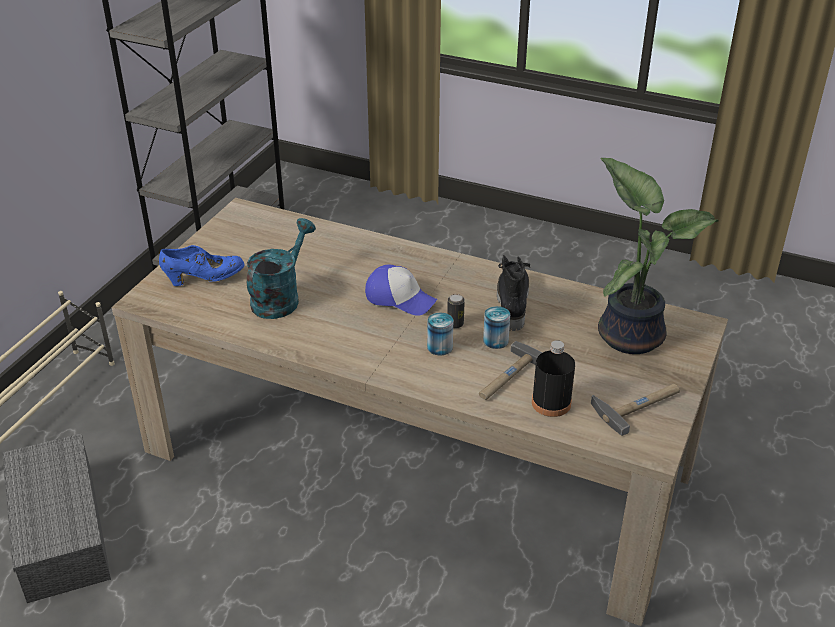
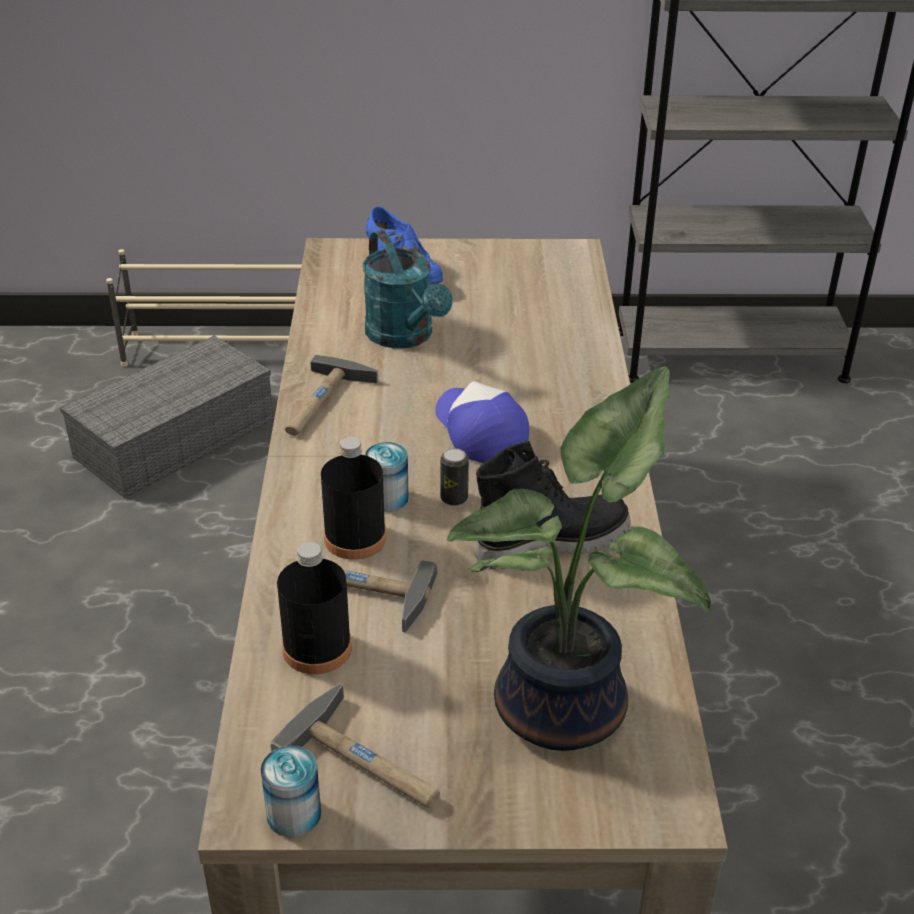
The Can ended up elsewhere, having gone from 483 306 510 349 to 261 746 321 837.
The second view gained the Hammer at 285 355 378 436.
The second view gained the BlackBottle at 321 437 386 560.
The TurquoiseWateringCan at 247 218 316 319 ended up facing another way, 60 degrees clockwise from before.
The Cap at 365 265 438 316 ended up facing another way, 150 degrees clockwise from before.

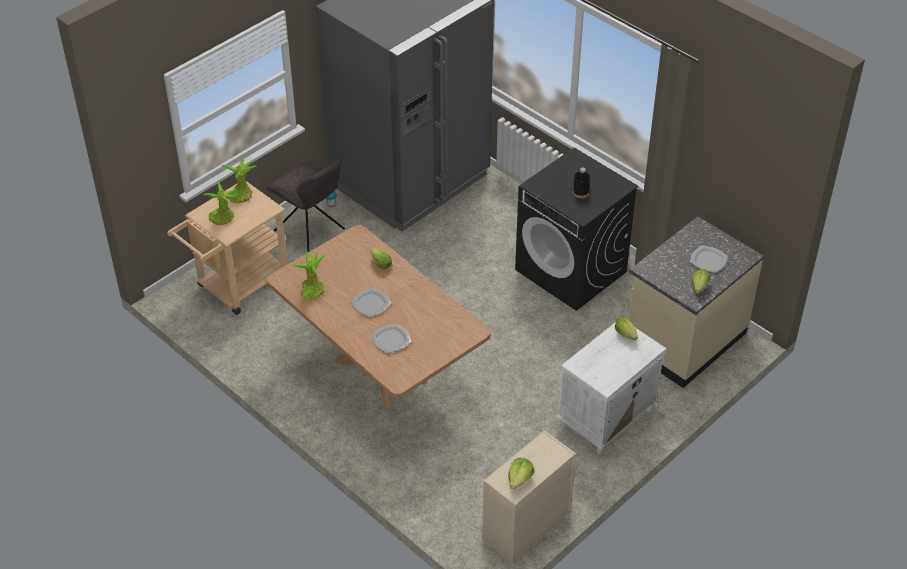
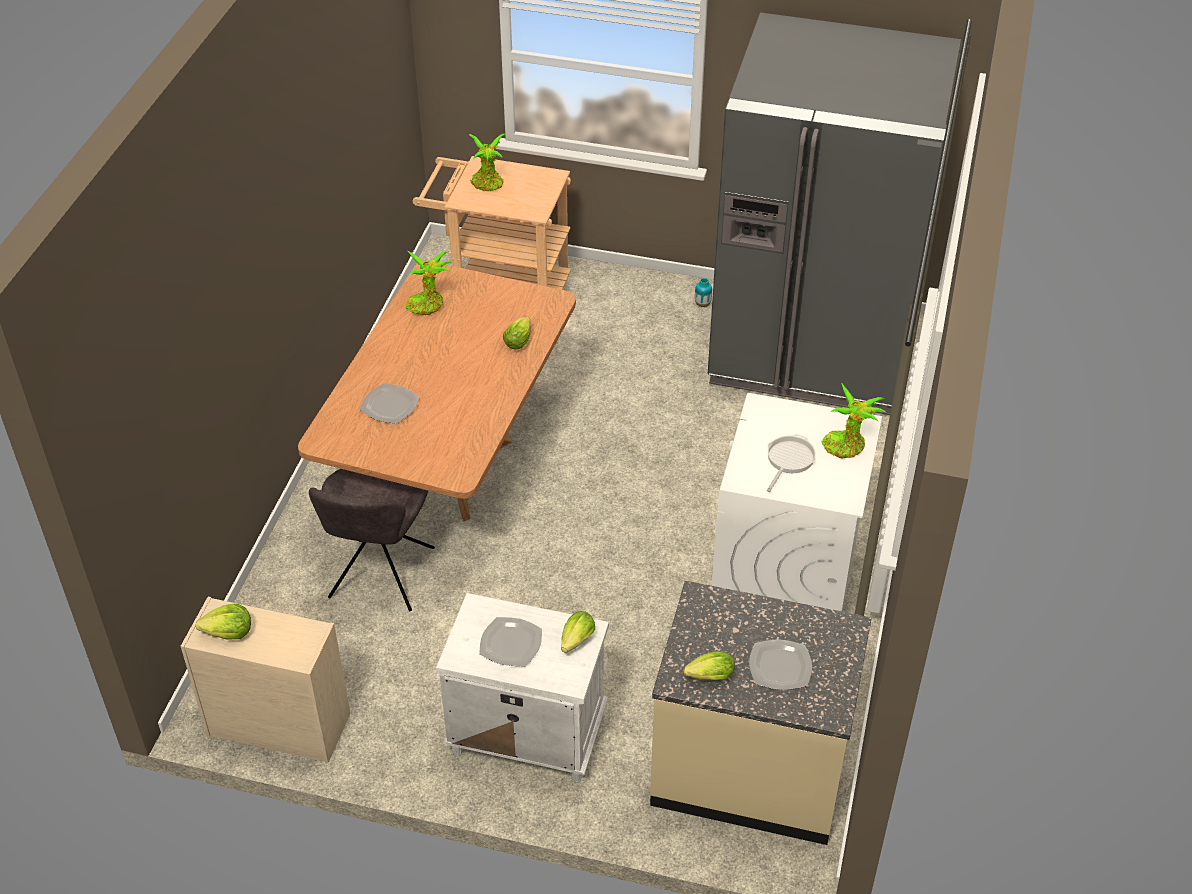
The GreyChair ended up elsewhere, having gone from 267 157 345 252 to 309 469 435 611.
The Plate ended up elsewhere, having gone from 351 288 391 317 to 479 617 542 666.
What was the BlackWashingMachine at 515 147 638 311 turned into the WhiteWashingMachine at 712 393 882 611.
Where the BlackBottle stood at 573 168 590 198, the FryingPan came to stand at 767 434 816 492.
The PottedPlant ended up elsewhere, having gone from 222 157 257 204 to 821 384 886 458.

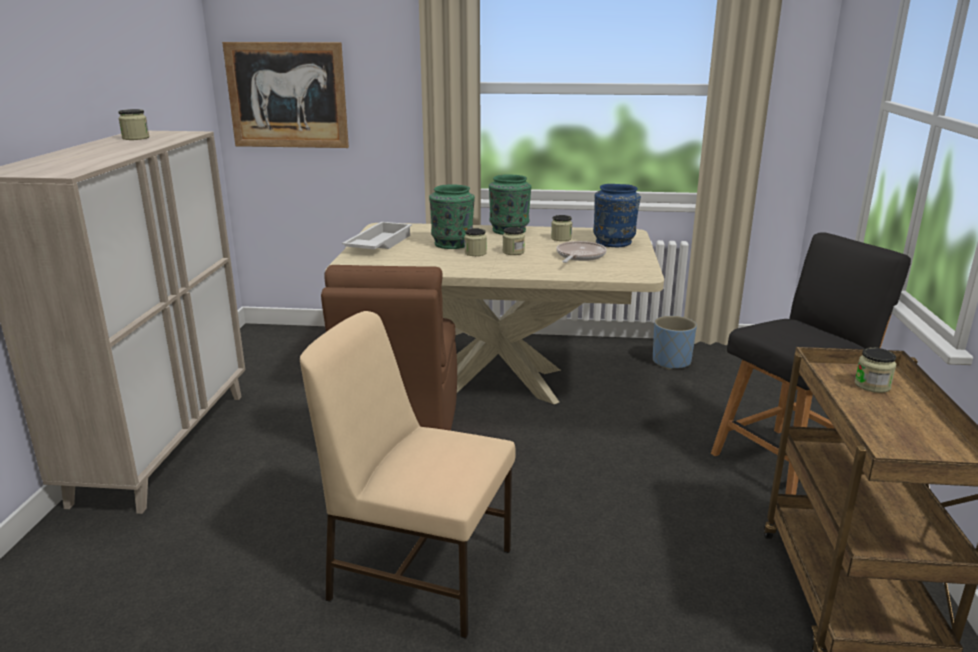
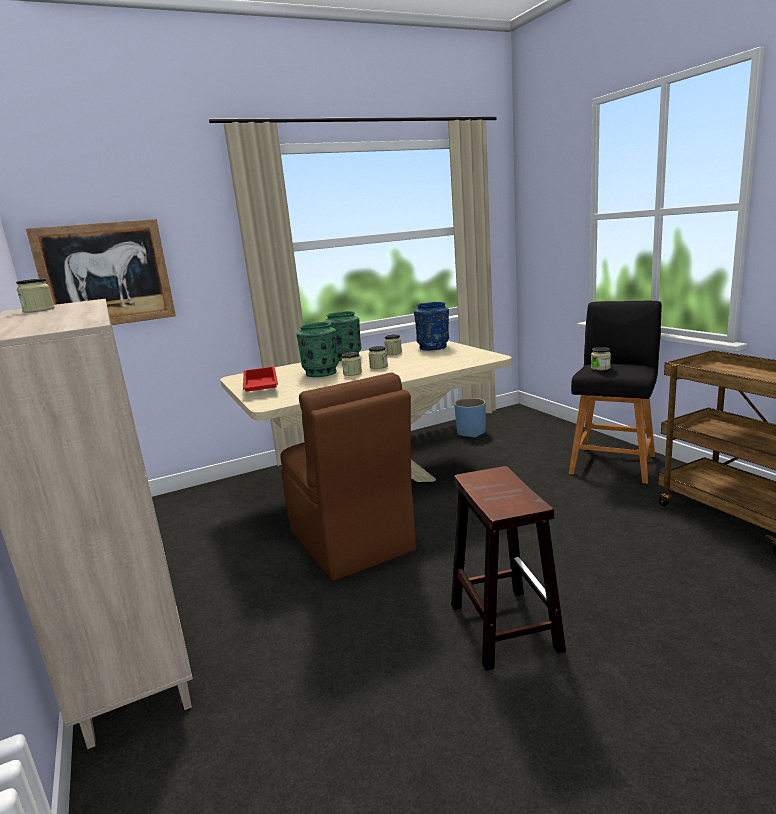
What was the WhiteTray at 342 222 412 249 turned into the RedTray at 243 366 278 391.
Where the BeigeChair stood at 300 311 516 639, the BrownStool came to stand at 451 466 566 671.
The Jar ended up elsewhere, having gone from 855 347 896 393 to 591 347 611 370.
The second view lost the FryingPan at 557 241 606 263.

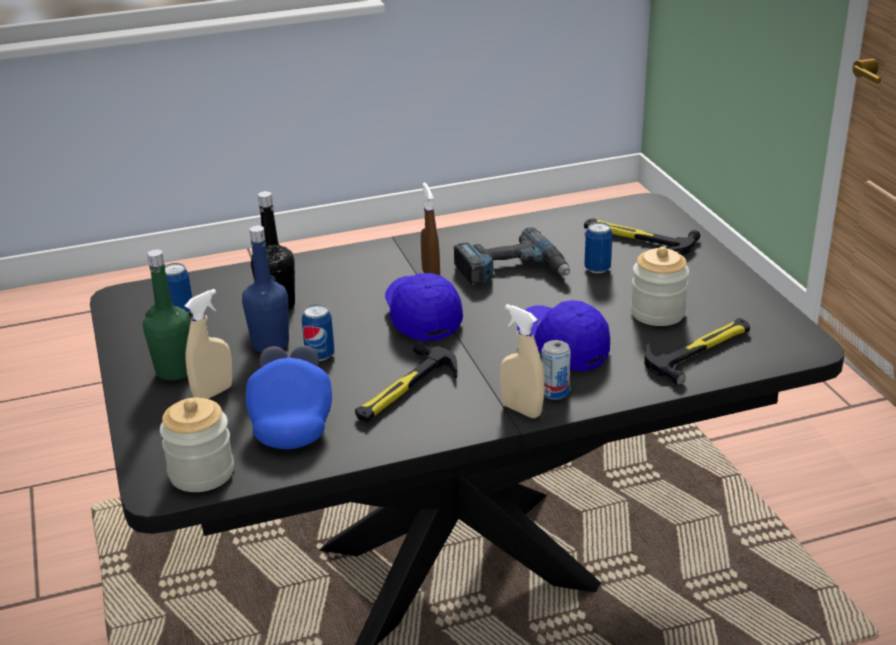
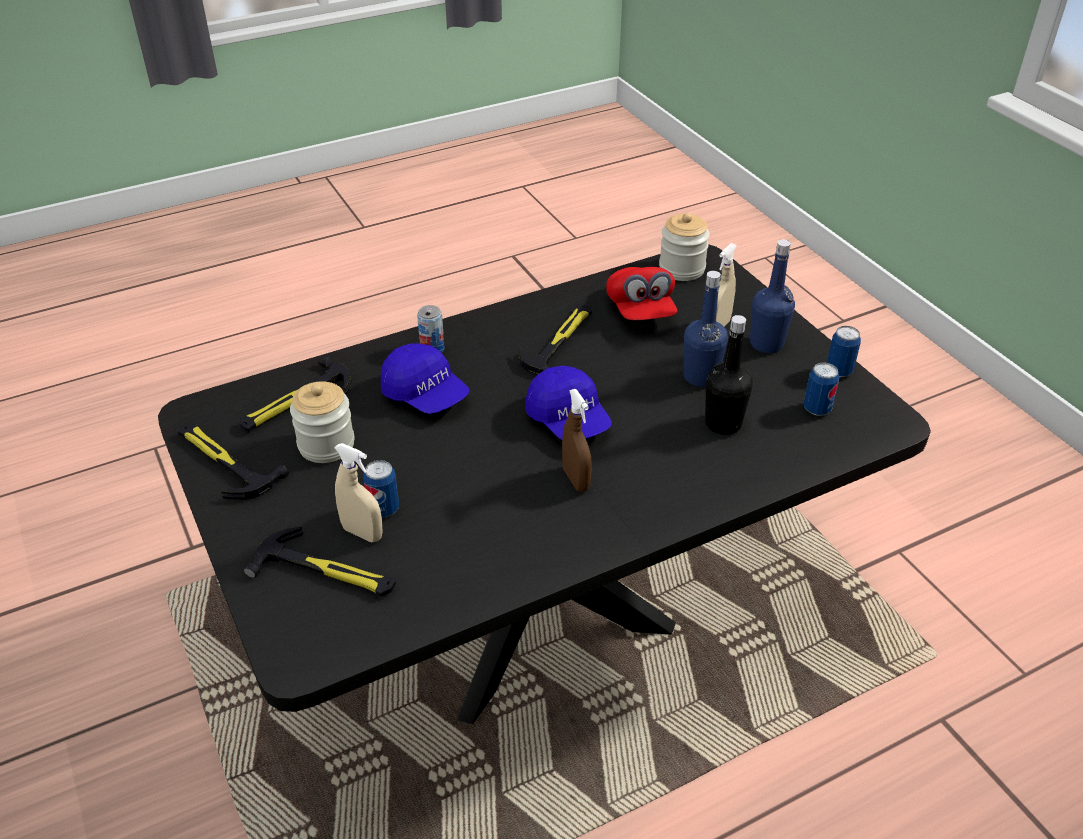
The second view gained the Hammer at 178 423 289 500.
The BeigeSprayBottle ended up elsewhere, having gone from 500 304 545 418 to 334 443 383 542.
What was the BlueCap at 246 345 332 449 turned into the RedCap at 606 267 677 320.
What was the GreenBottle at 143 249 191 381 turned into the BlueBottle at 749 239 795 353.
The Can ended up elsewhere, having gone from 302 304 334 361 to 827 326 861 377.
The second view lost the PowerDrill at 454 227 570 286.

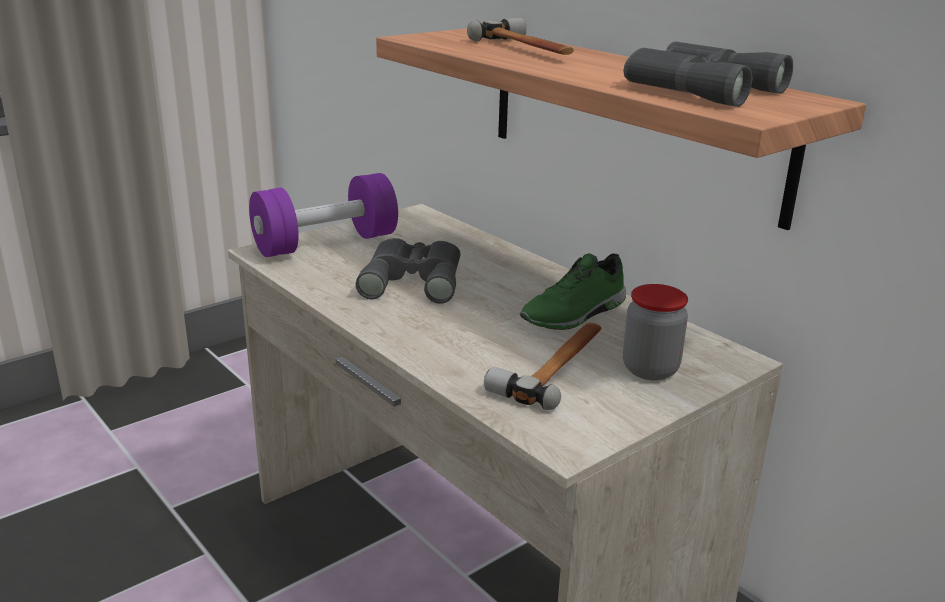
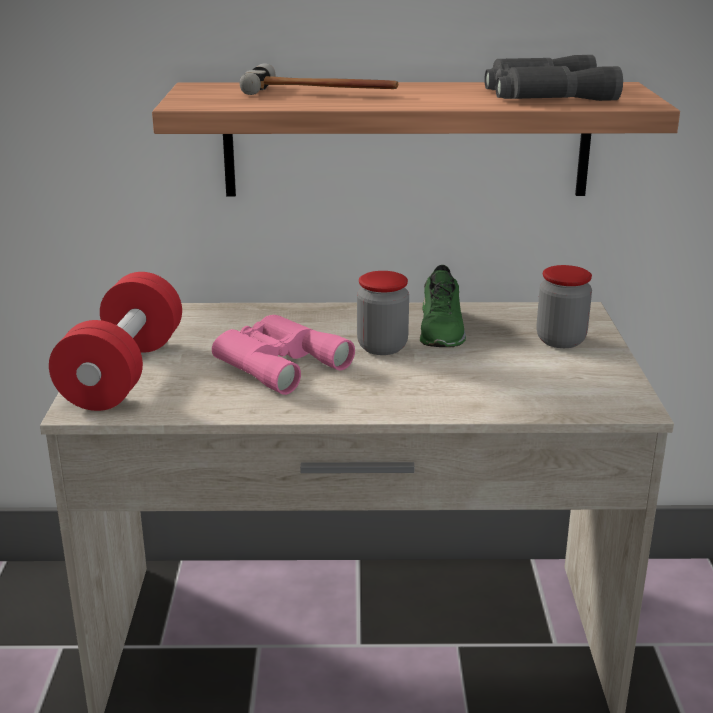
What was the PurpleDumbbell at 249 173 398 257 turned into the RedDumbbell at 49 272 182 411.
What was the GreyBinoculars at 356 238 461 304 turned into the PinkBinoculars at 212 315 355 395.
The second view gained the Jar at 357 271 409 355.
The second view lost the Hammer at 484 323 602 410.

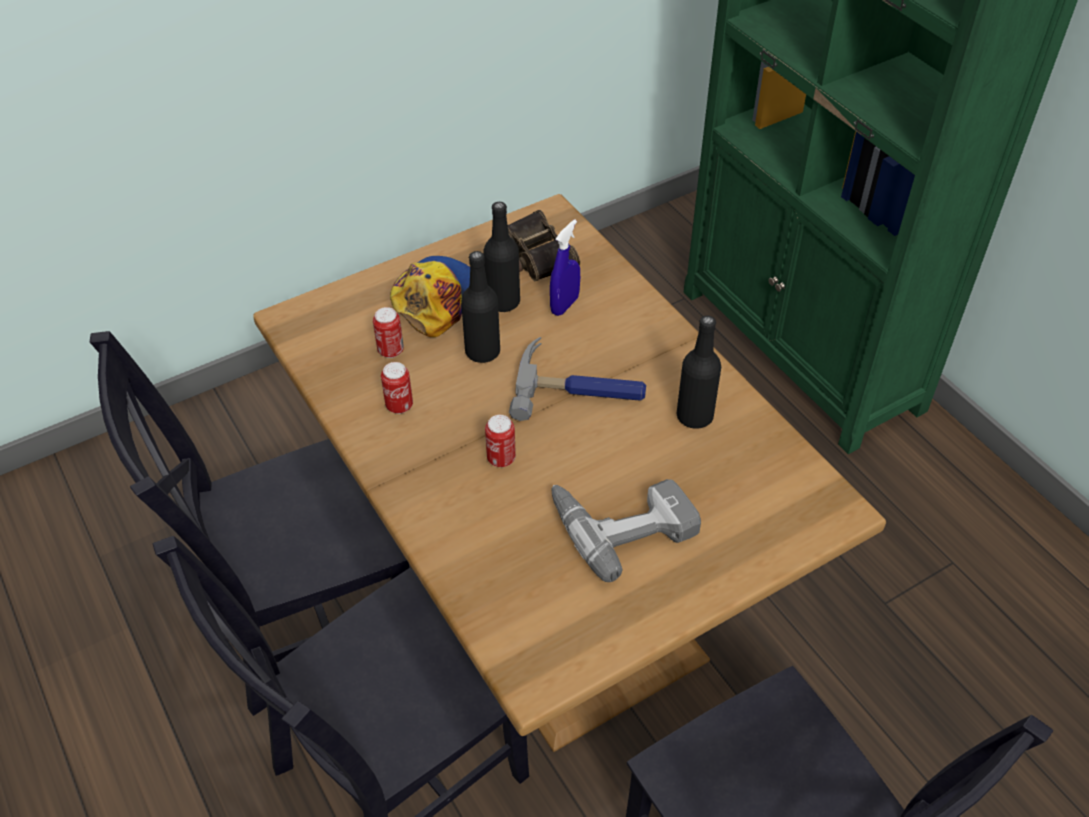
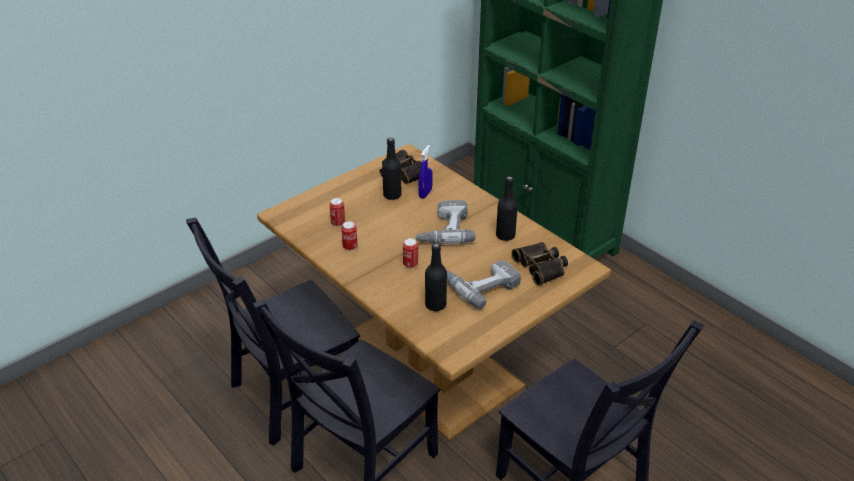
Where the Hammer stood at 509 337 646 421, the PowerDrill came to stand at 415 200 475 244.
The BlackBottle ended up elsewhere, having gone from 461 251 500 363 to 425 243 447 311.
The second view gained the Binoculars at 512 242 568 286.
The second view lost the Cap at 390 256 470 337.

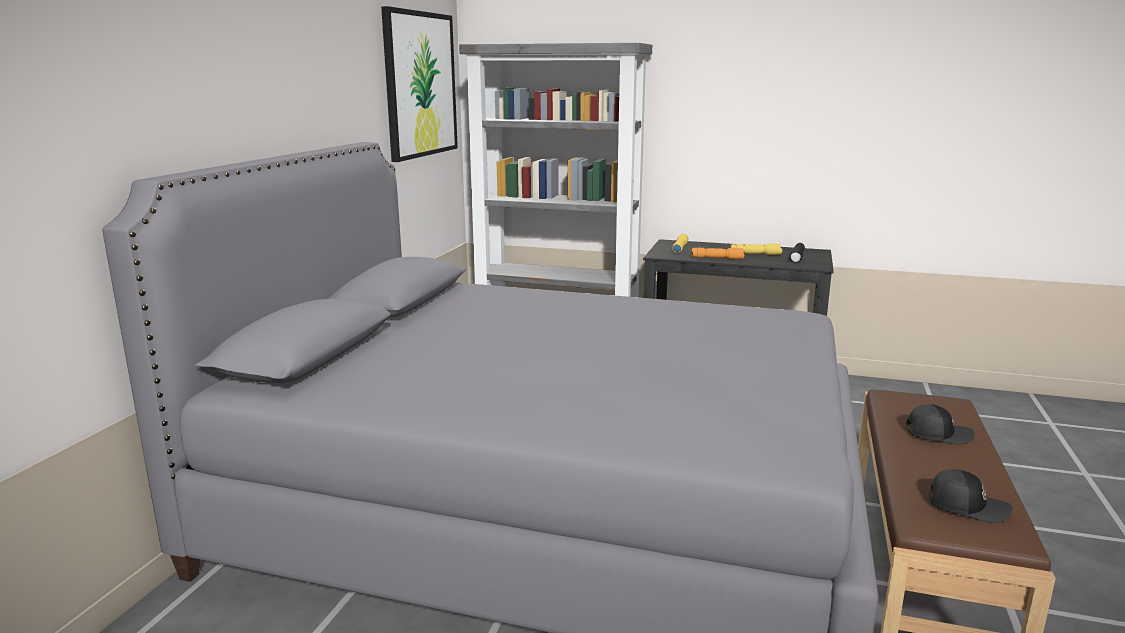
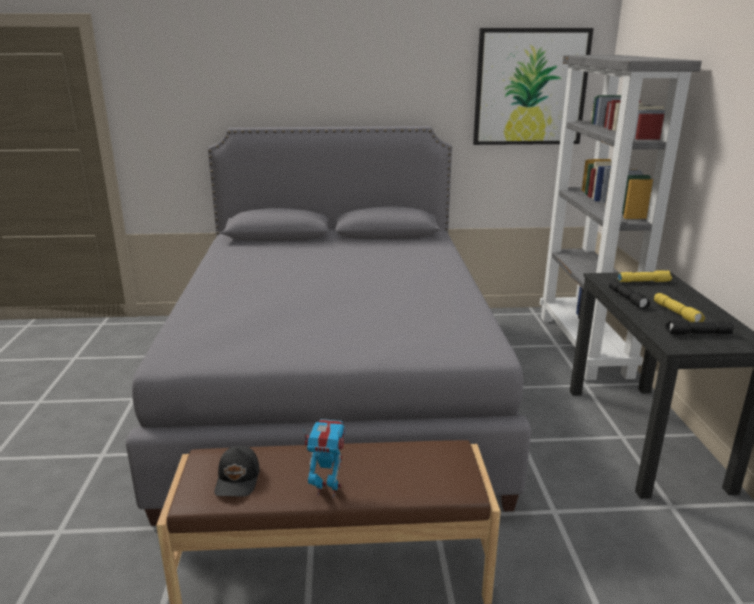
The second view gained the ToyRobot at 303 419 346 498.
What was the OrangeFlashlight at 691 248 744 259 turned into the BlackFlashlight at 609 280 650 309.
The second view lost the BlackCap at 906 404 975 444.

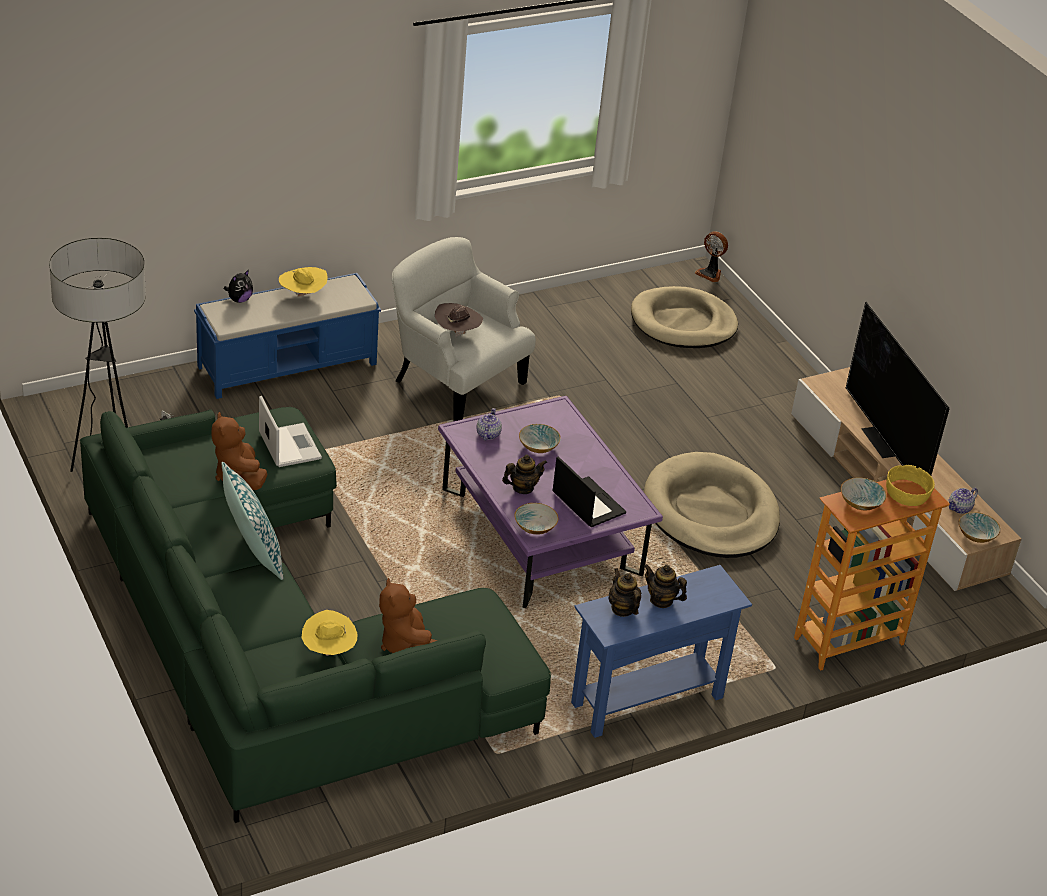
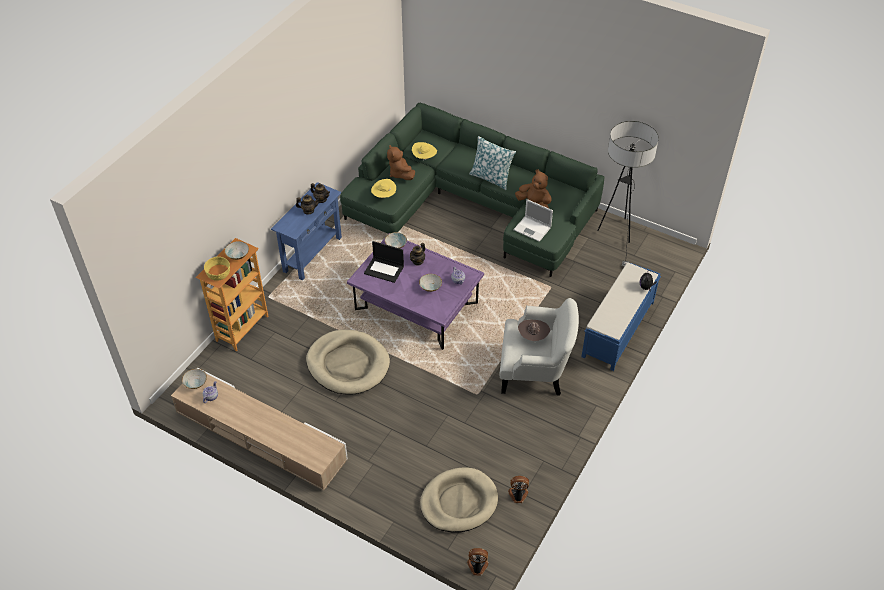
The YellowHat ended up elsewhere, having gone from 279 267 328 297 to 371 179 396 198.
The BrownPlushToy at 379 578 437 653 ended up facing another way, 150 degrees counterclockwise from before.
The second view gained the Fan at 508 476 529 503.
The second view lost the Television at 846 302 949 475.

